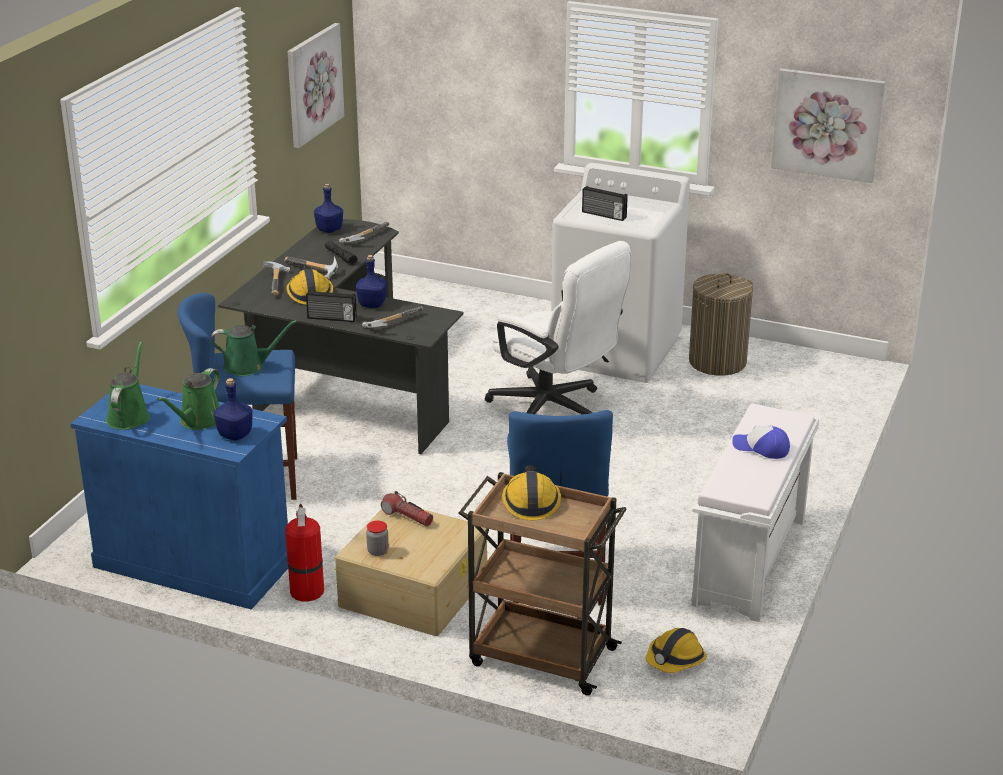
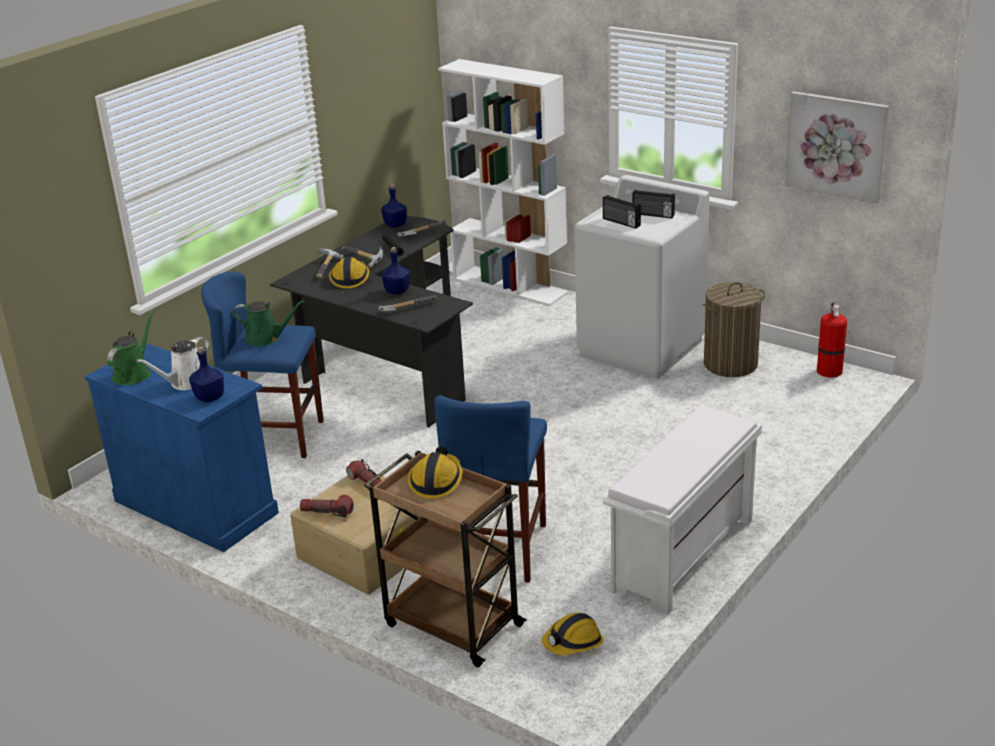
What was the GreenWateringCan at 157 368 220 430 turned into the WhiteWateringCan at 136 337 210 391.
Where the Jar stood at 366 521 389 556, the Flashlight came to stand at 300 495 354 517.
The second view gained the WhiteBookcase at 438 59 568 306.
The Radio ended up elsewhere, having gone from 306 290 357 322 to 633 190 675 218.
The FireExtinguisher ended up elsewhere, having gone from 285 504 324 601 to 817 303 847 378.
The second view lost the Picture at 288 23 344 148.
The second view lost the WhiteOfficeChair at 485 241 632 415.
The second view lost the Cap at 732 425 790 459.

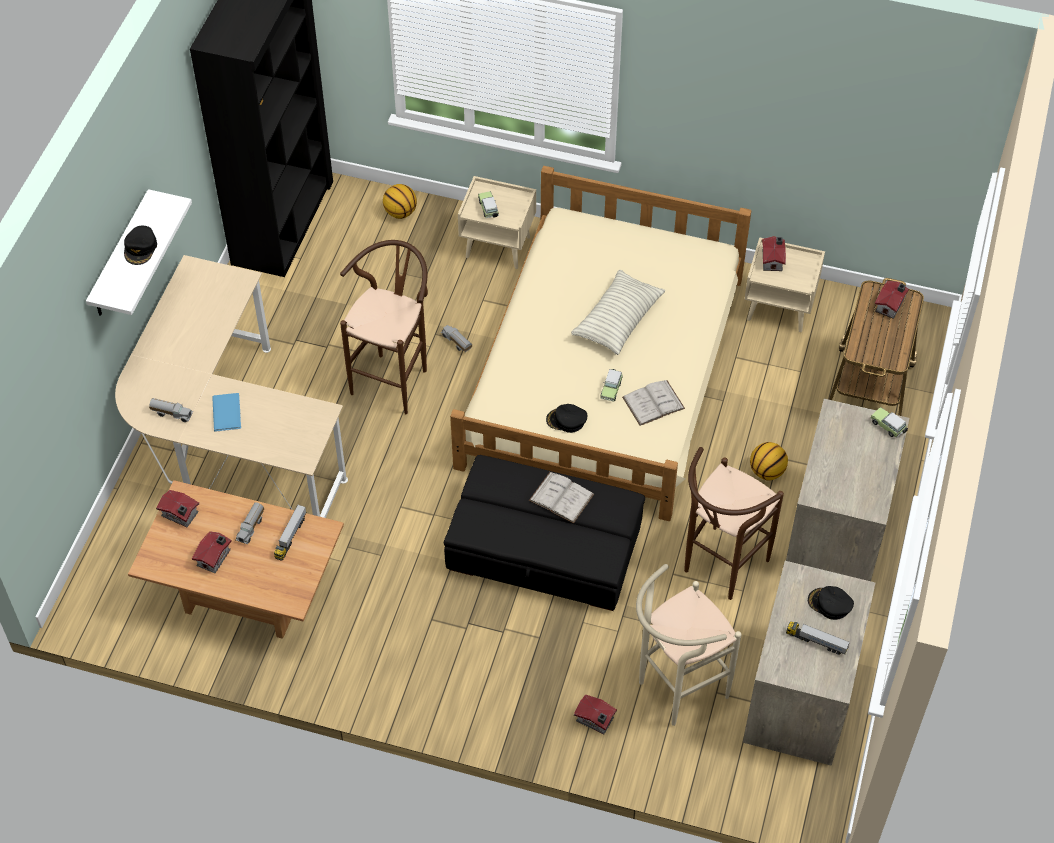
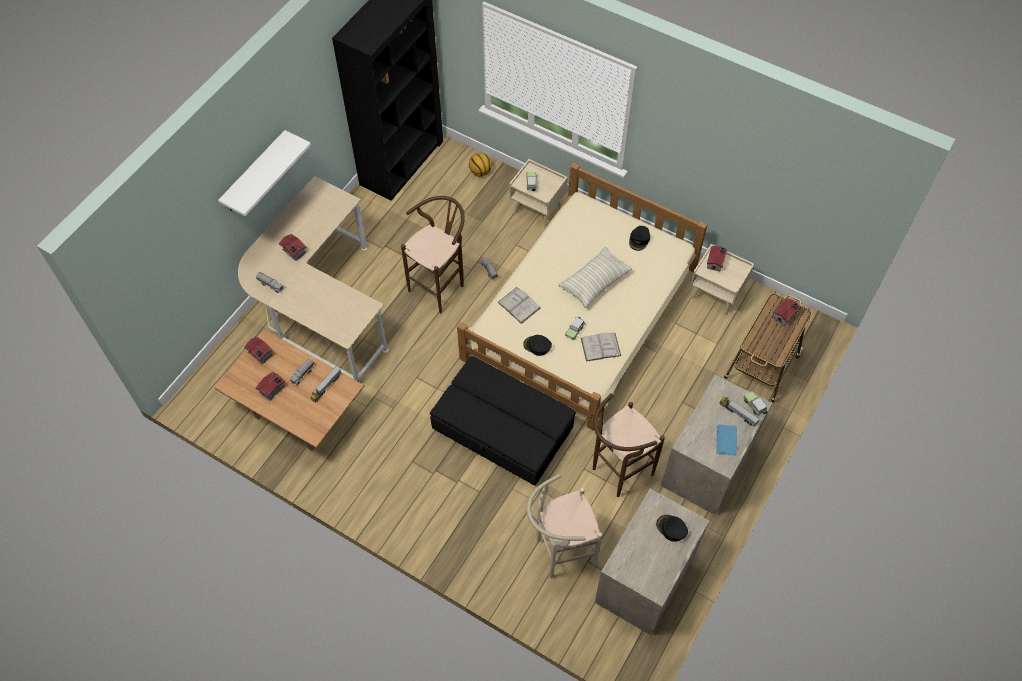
The ToyHouse ended up elsewhere, having gone from 574 694 617 734 to 279 234 307 261.
The WhiteBook ended up elsewhere, having gone from 529 472 594 523 to 497 287 541 324.
The BlackCap ended up elsewhere, having gone from 124 226 157 265 to 629 226 650 251.
The BlueBook ended up elsewhere, having gone from 212 393 241 432 to 716 424 737 456.
The ToyTruck ended up elsewhere, having gone from 786 622 850 655 to 720 397 759 426.
The second view lost the Basketball at 750 442 788 480.

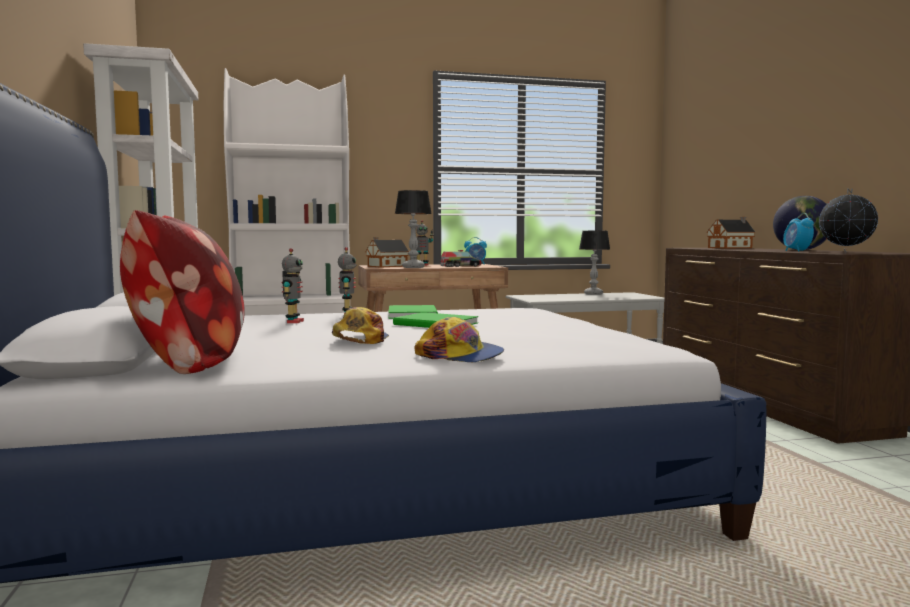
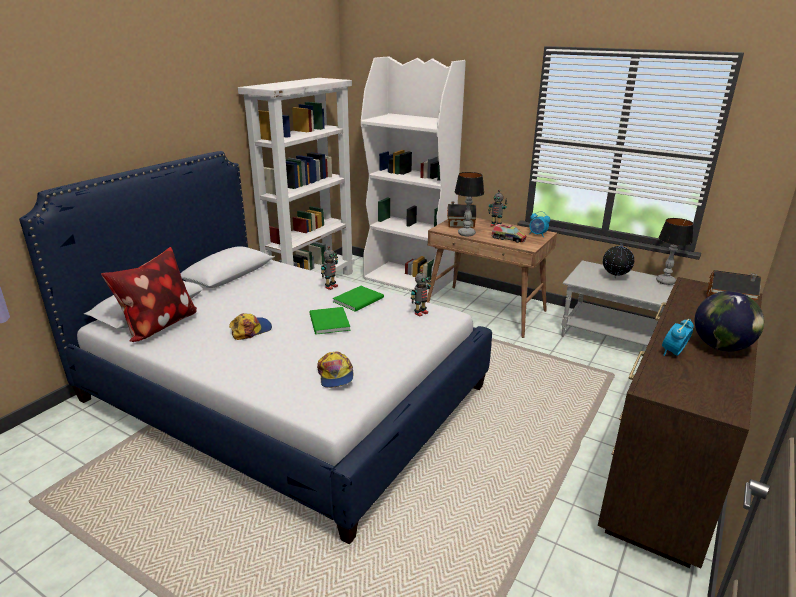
The Cap ended up elsewhere, having gone from 415 317 504 362 to 317 352 353 388.
The ToyRobot ended up elsewhere, having gone from 281 248 304 323 to 411 269 431 317.
The Globe ended up elsewhere, having gone from 819 188 878 253 to 603 243 634 278.

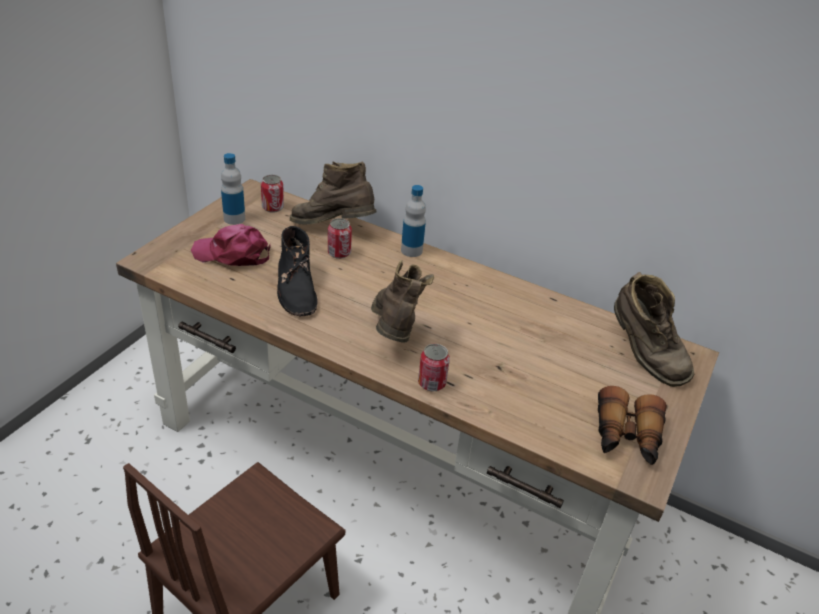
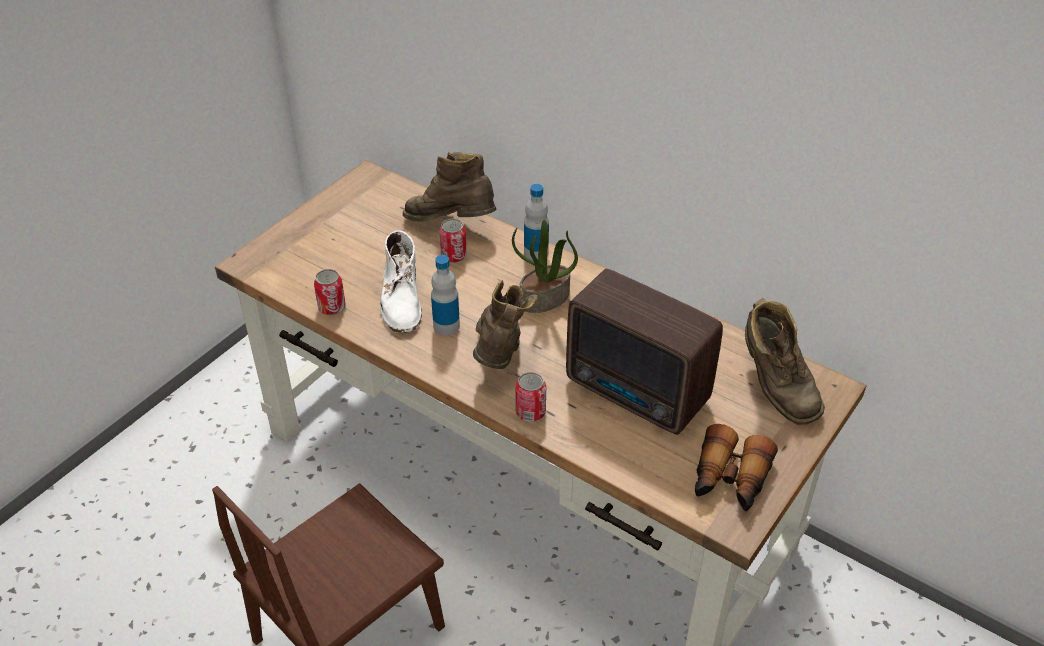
The Can ended up elsewhere, having gone from 261 175 284 213 to 314 269 346 315.
What was the BlackBoot at 277 226 318 316 turned into the WhiteBoot at 380 230 422 333.
The Bottle ended up elsewhere, having gone from 221 153 245 225 to 431 255 460 335.
The second view gained the PottedPlant at 512 220 578 313.
The second view gained the Radio at 566 269 723 435.
The second view lost the PinkCap at 191 224 271 266.

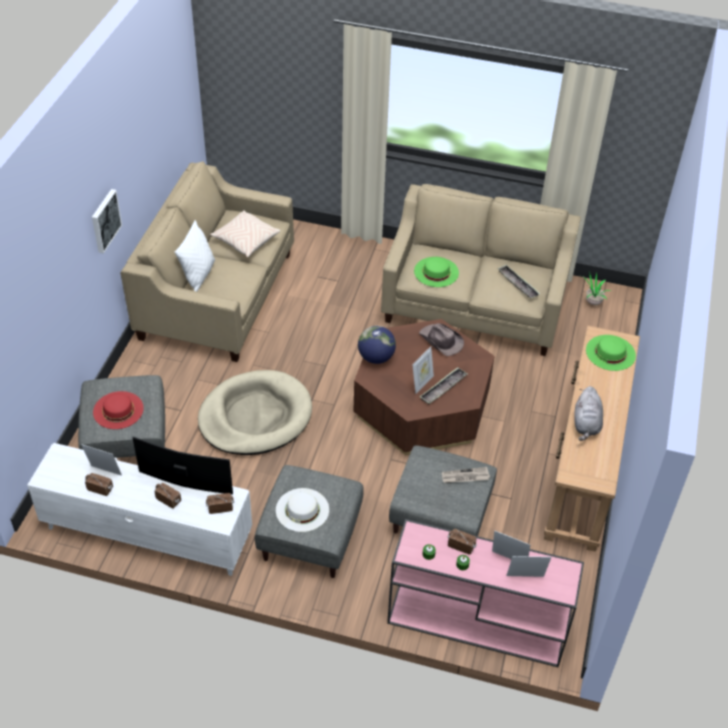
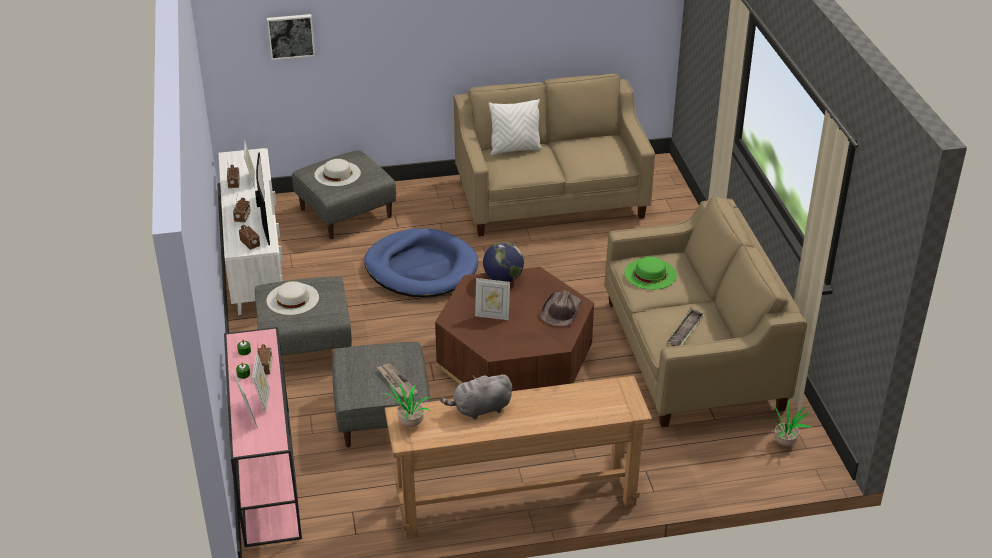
The Picture ended up elsewhere, having gone from 92 189 122 254 to 267 14 315 60.
What was the RedHat at 93 391 144 429 turned into the WhiteHat at 315 159 361 186.
What was the BeigeDogBed at 198 370 312 455 turned into the BlueDogBed at 364 228 478 297.
The second view gained the PottedPlant at 383 382 430 427.
The second view lost the BeigePillow at 210 210 280 257.
The second view lost the Tray at 420 368 467 405.
The second view lost the GreenHat at 586 335 636 371.

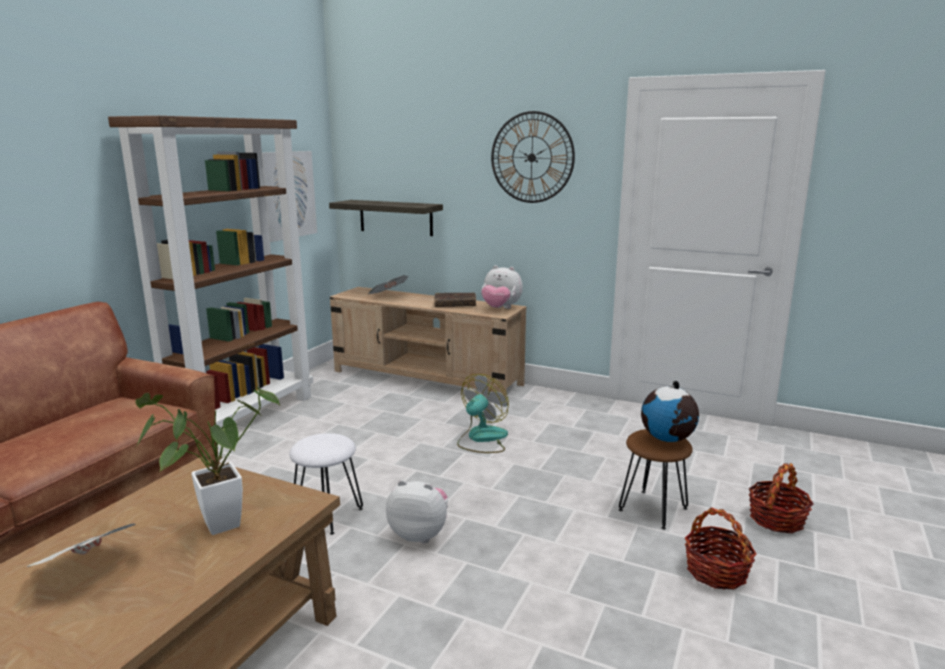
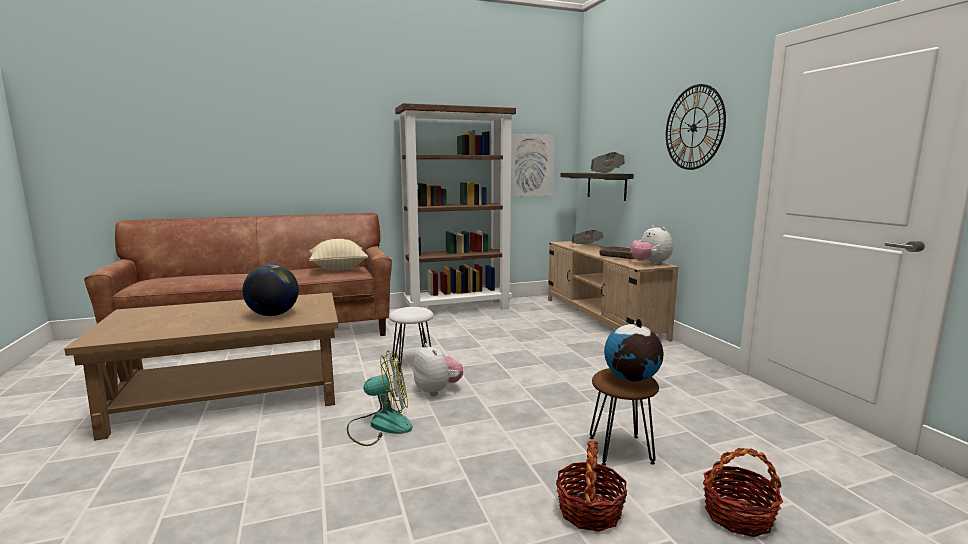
Where the PottedPlant stood at 136 386 280 535, the Globe came to stand at 242 265 299 316.
The second view gained the BeigePillow at 309 239 368 270.
The Fan ended up elsewhere, having gone from 457 374 509 453 to 347 350 413 446.
The Newspaper ended up elsewhere, having gone from 26 524 136 567 to 591 152 624 173.

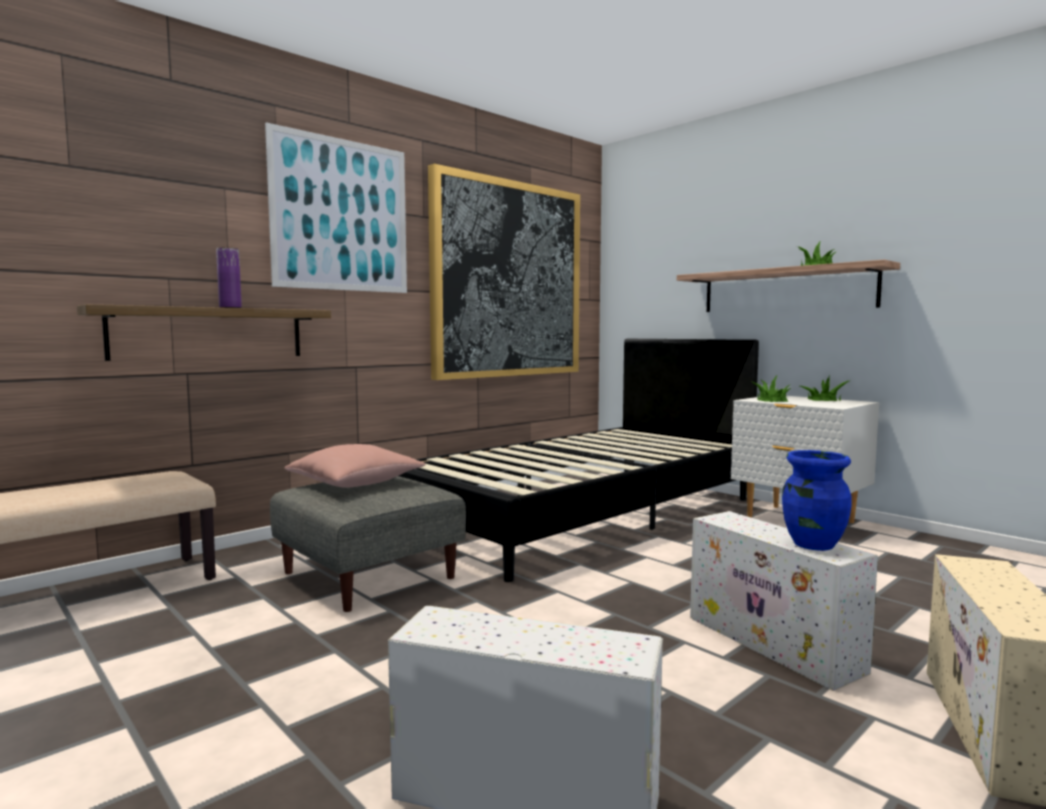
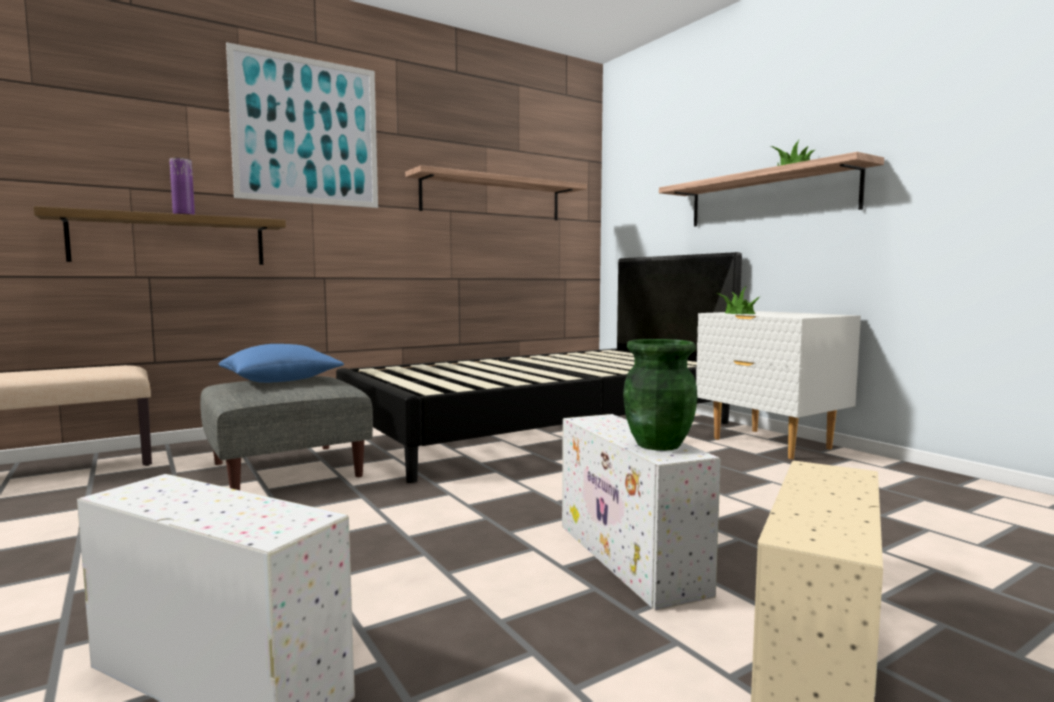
What was the PinkPillow at 285 444 425 488 turned into the BluePillow at 218 344 344 383.
Where the Picture hung at 428 164 580 380, the Shelf came to hang at 405 165 587 220.
What was the BlueVase at 782 450 852 551 turned into the GreenVase at 623 339 698 451.
The second view lost the PottedPlant at 800 376 851 401.

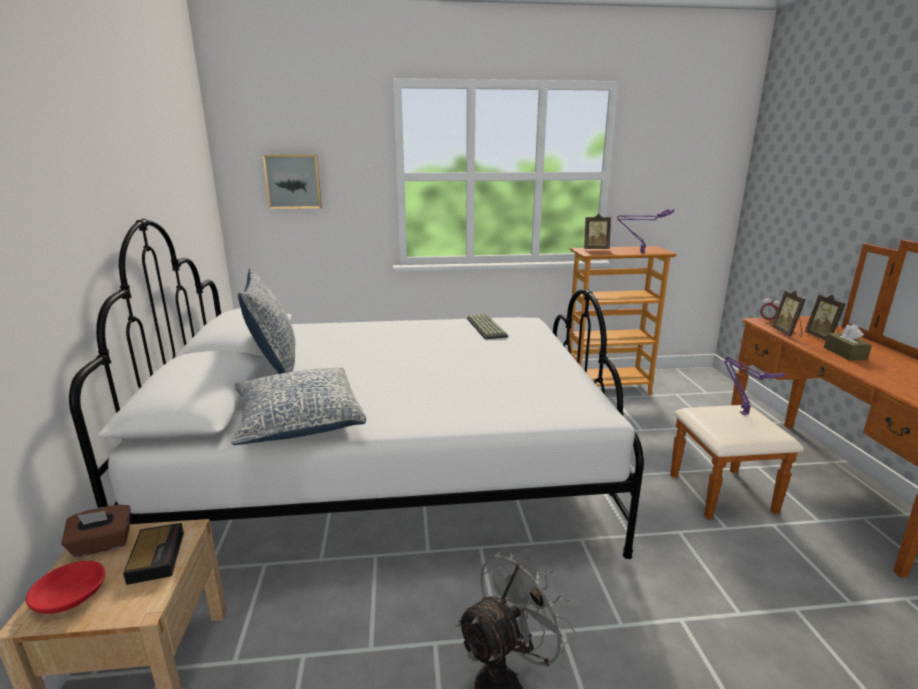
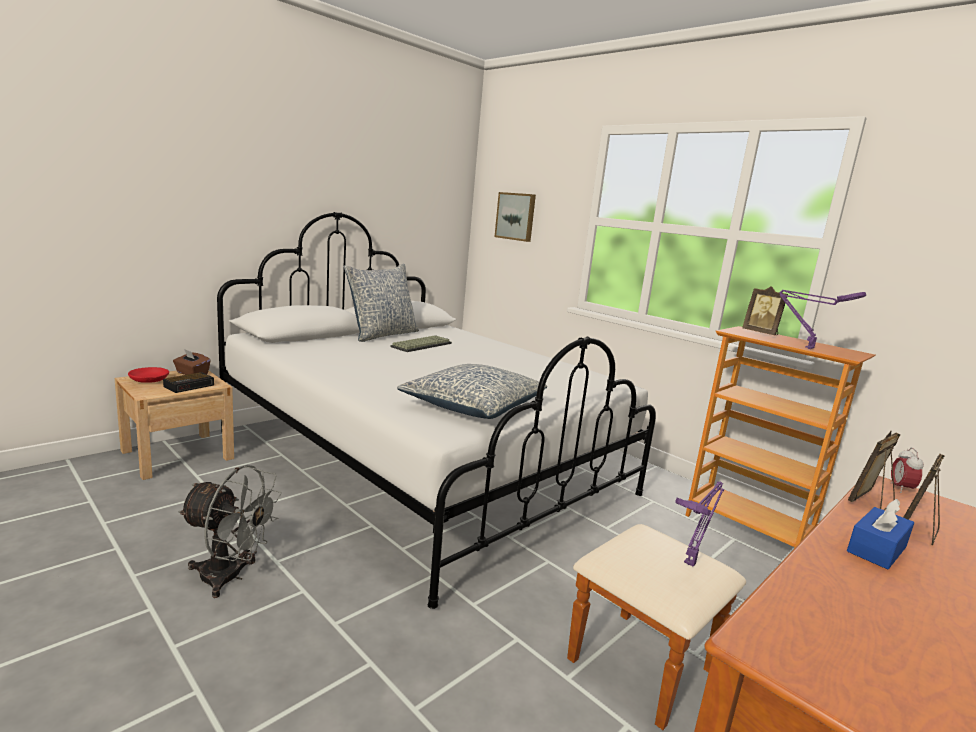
The Keyboard ended up elsewhere, having gone from 467 314 508 339 to 391 335 452 352.
The Pillow ended up elsewhere, having gone from 231 368 366 445 to 397 364 547 419.
What was the BrownTissueBox at 824 324 872 360 turned into the BlueTissueBox at 847 499 914 569.

